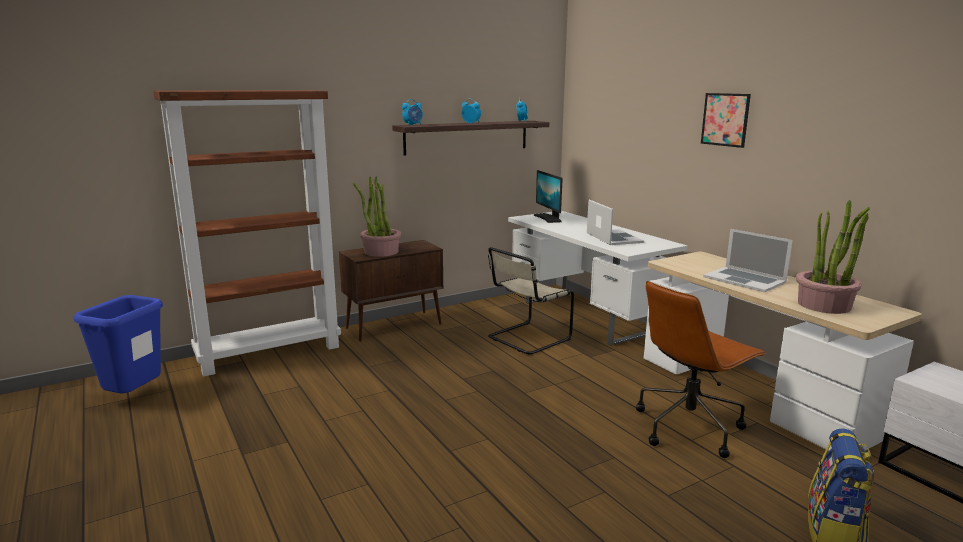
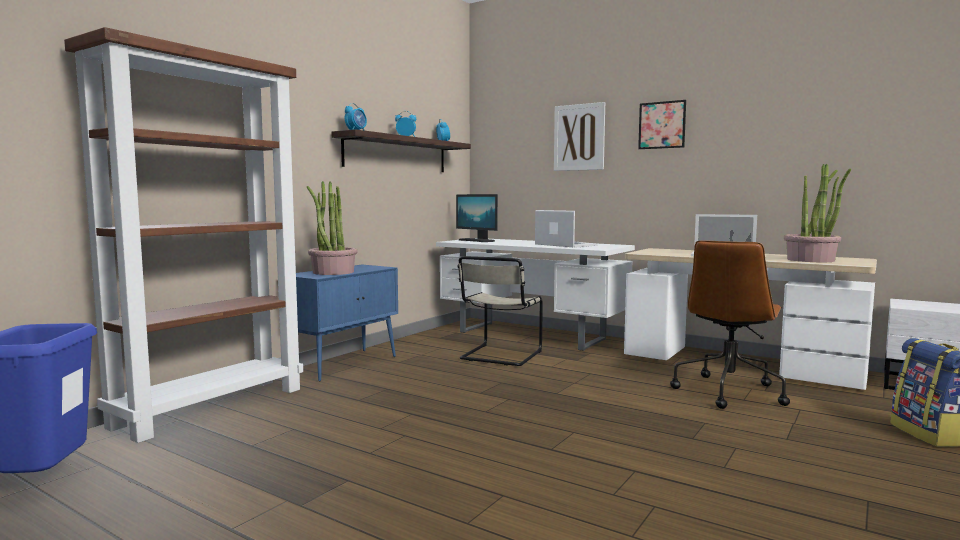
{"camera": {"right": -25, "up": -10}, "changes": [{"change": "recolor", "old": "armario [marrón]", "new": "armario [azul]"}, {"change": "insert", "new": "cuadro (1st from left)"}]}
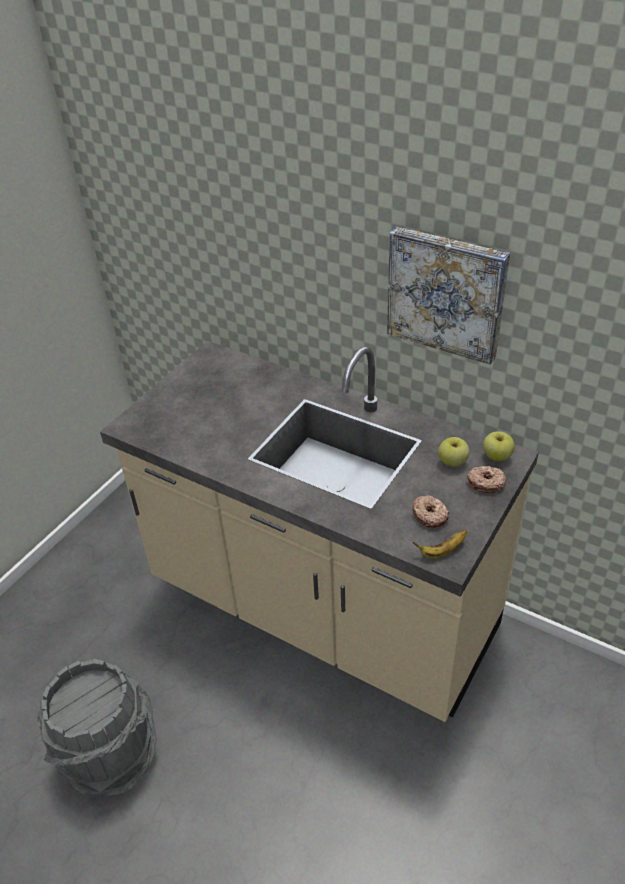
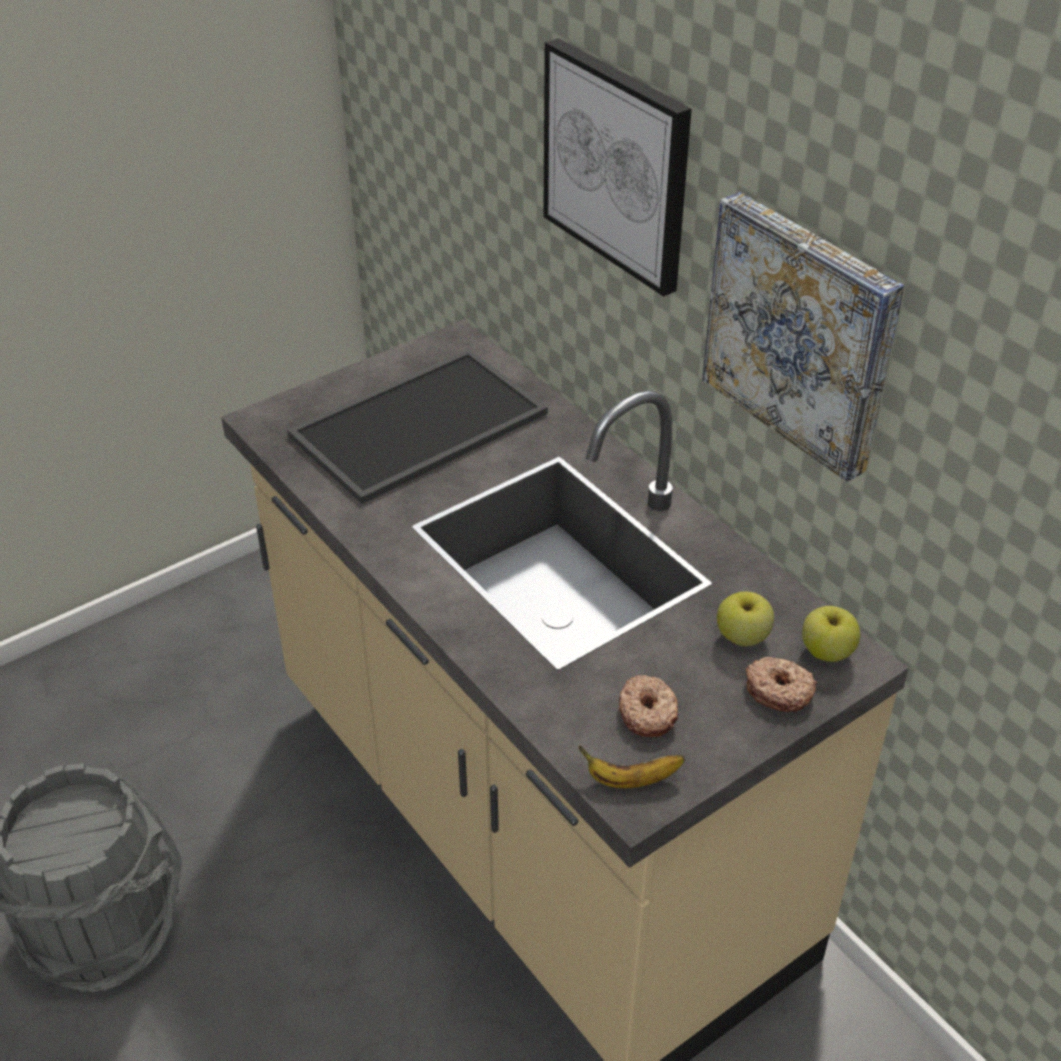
{"camera": {"right": 20, "up": 0}, "changes": [{"change": "insert", "new": "bandeja"}, {"change": "insert", "new": "cuadro (1st from left)"}]}
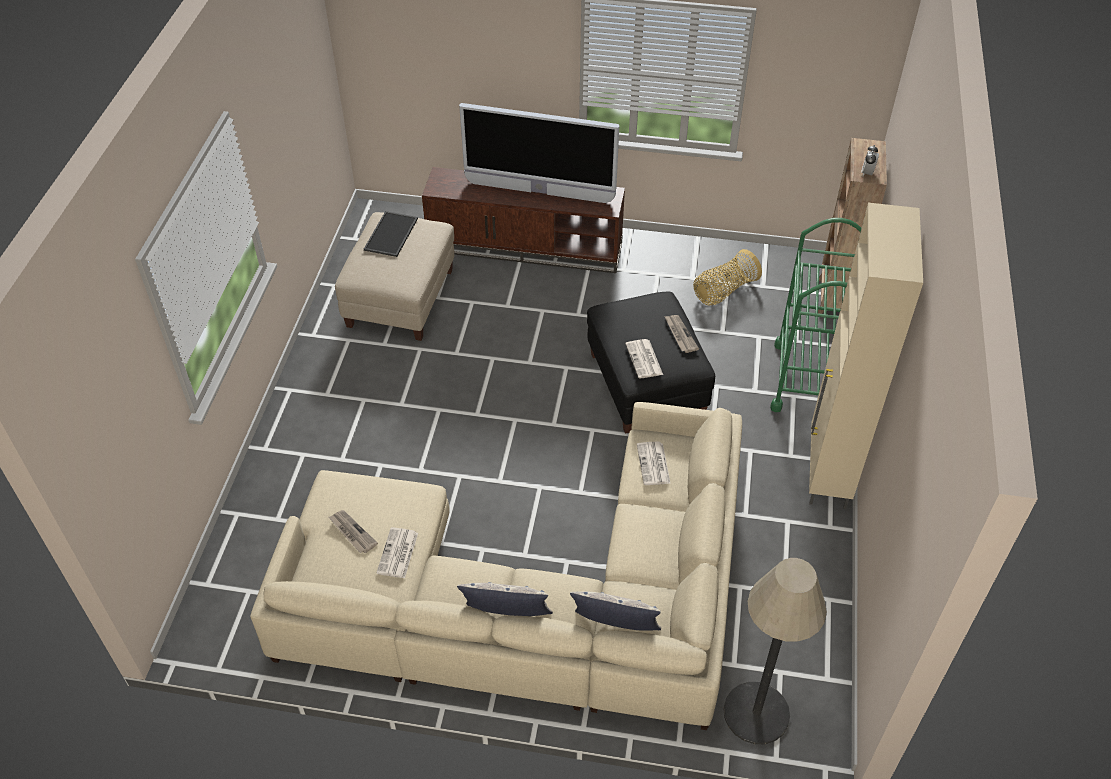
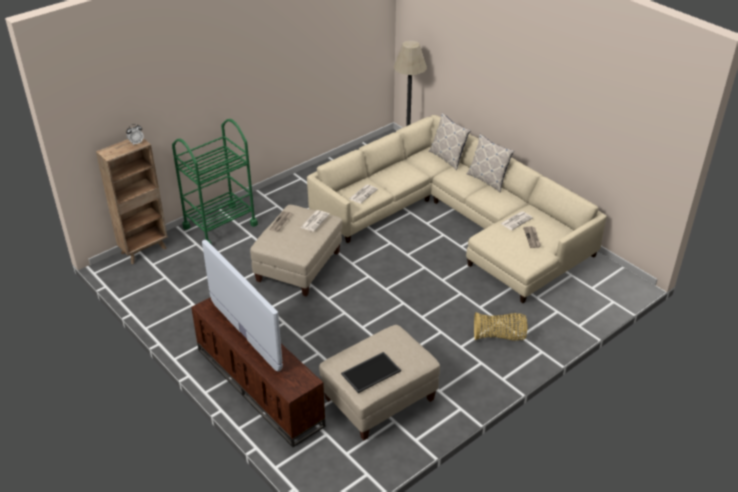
{"camera": {"right": -140, "up": -10}, "changes": [{"change": "recolor", "old": "puf [negro]", "new": "puf [beis] (1st from left)"}, {"change": "move", "old": "cesta"}, {"change": "delete", "old": "armario [beis]"}]}
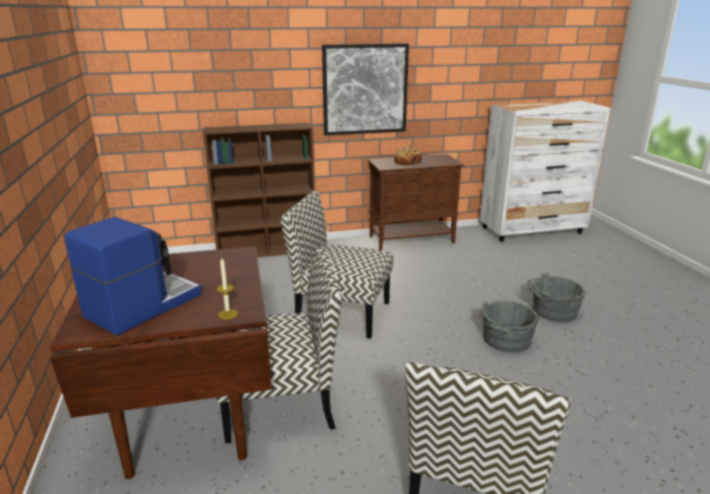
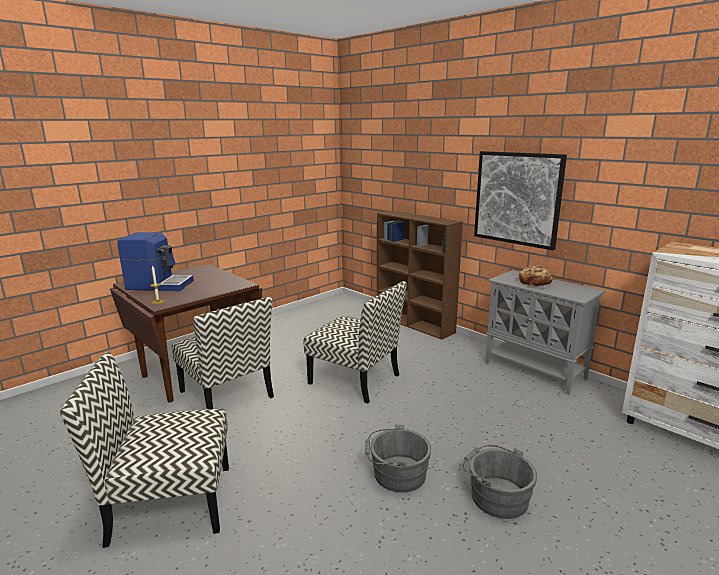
{"camera": {"right": 60, "up": -5}, "changes": [{"change": "rotate", "old": "silla (2nd from left in the first image)", "degrees": 135}, {"change": "recolor", "old": "armario [marrón]", "new": "armario [gris]"}]}
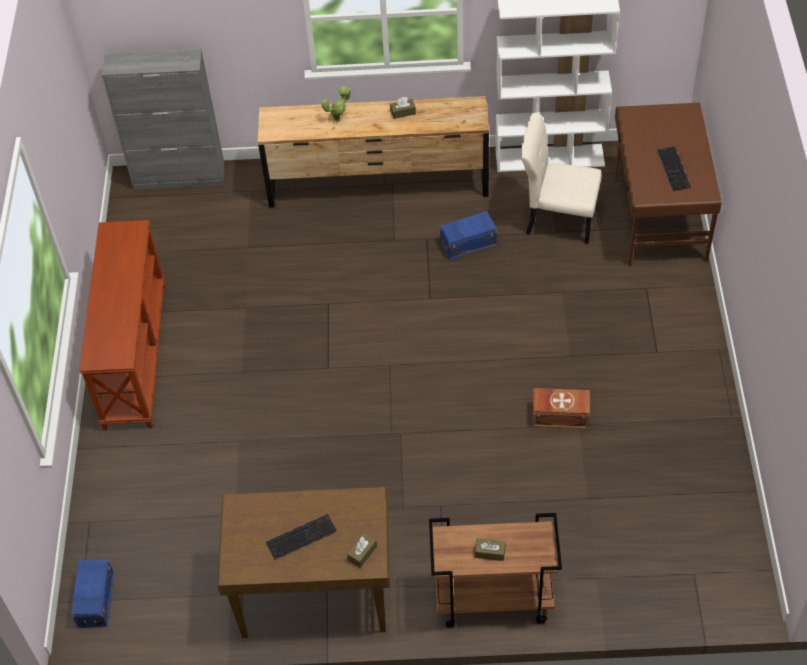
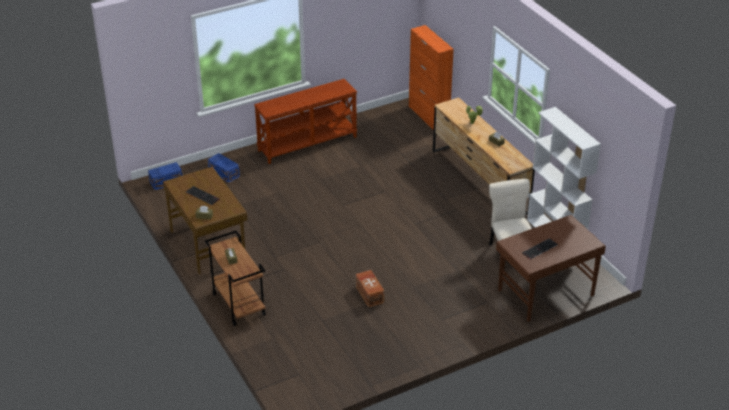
{"camera": {"right": 60, "up": -15}, "changes": [{"change": "recolor", "old": "armario [gris]", "new": "armario [naranja]"}, {"change": "move", "old": "caja de almacenaje [azul] (2nd from left)"}]}
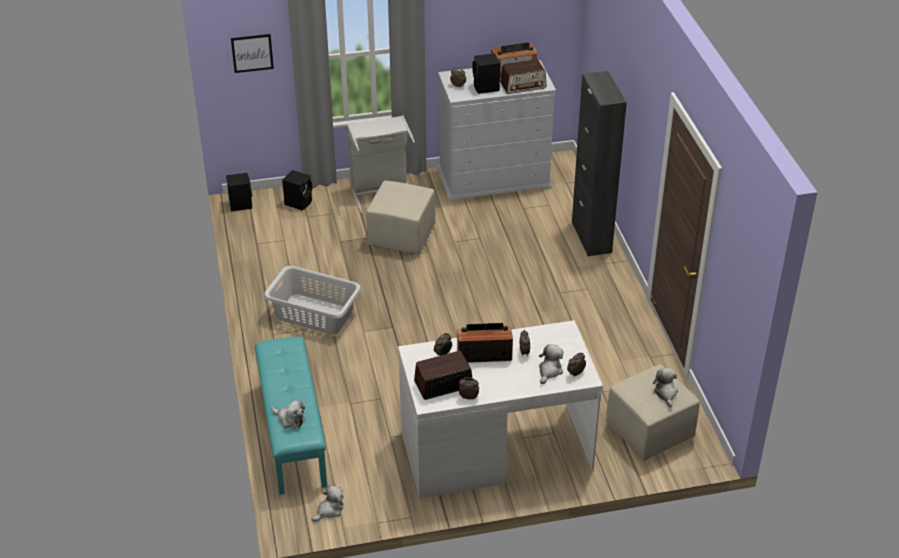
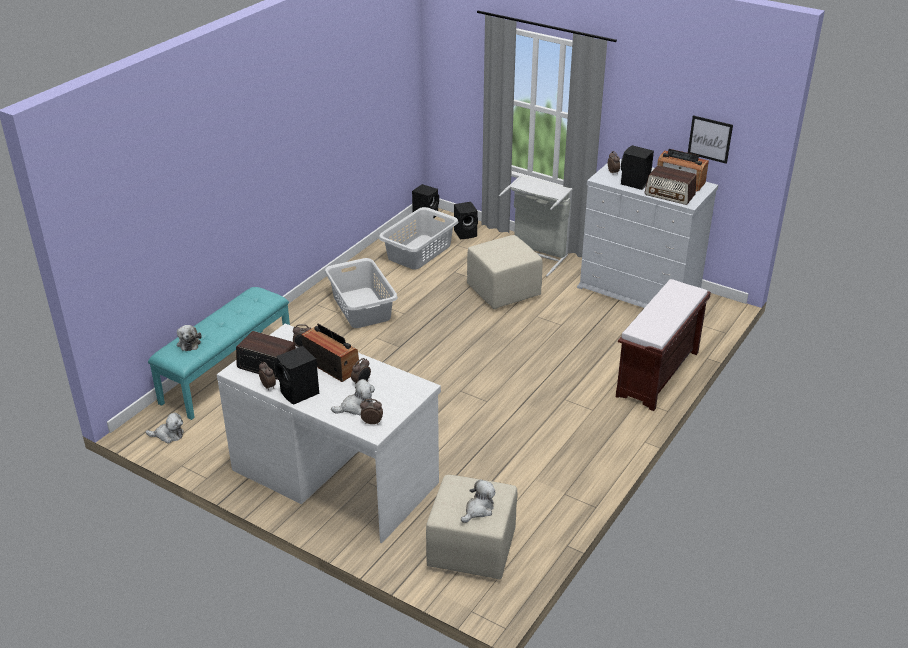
{"camera": {"right": 45, "up": -5}, "changes": [{"change": "move", "old": "cuadro"}, {"change": "replace", "old": "armario [negro]", "new": "banco [marrón]"}, {"change": "insert", "new": "altavoz [negro] (1st from left)"}, {"change": "insert", "new": "cesto de la ropa [gris] (2nd from left)"}]}
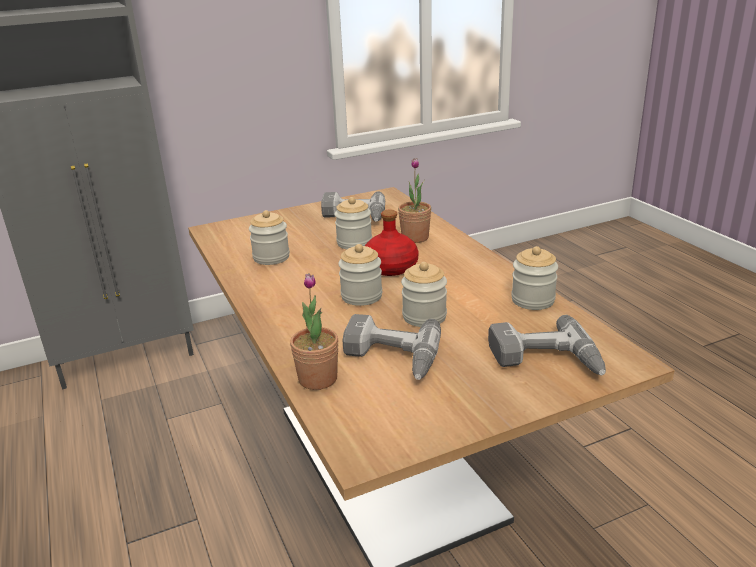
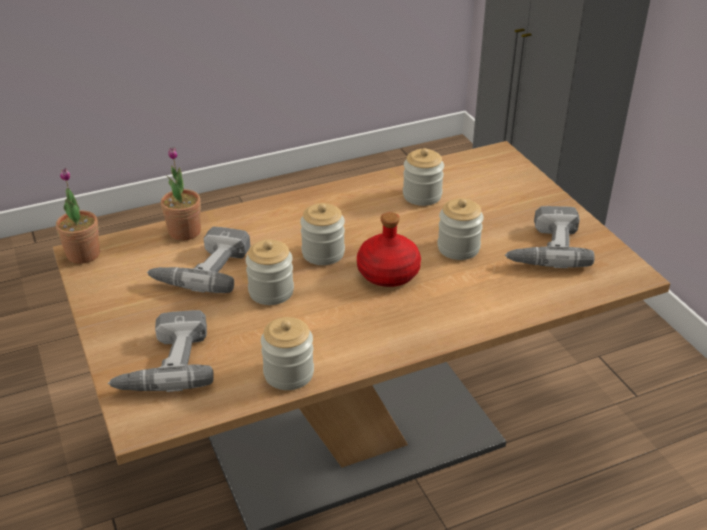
{"camera": {"right": 90, "up": 10}, "changes": [{"change": "move", "old": "planta en maceta (2nd from left in the first image)", "new": "planta en maceta (1st from left)"}]}
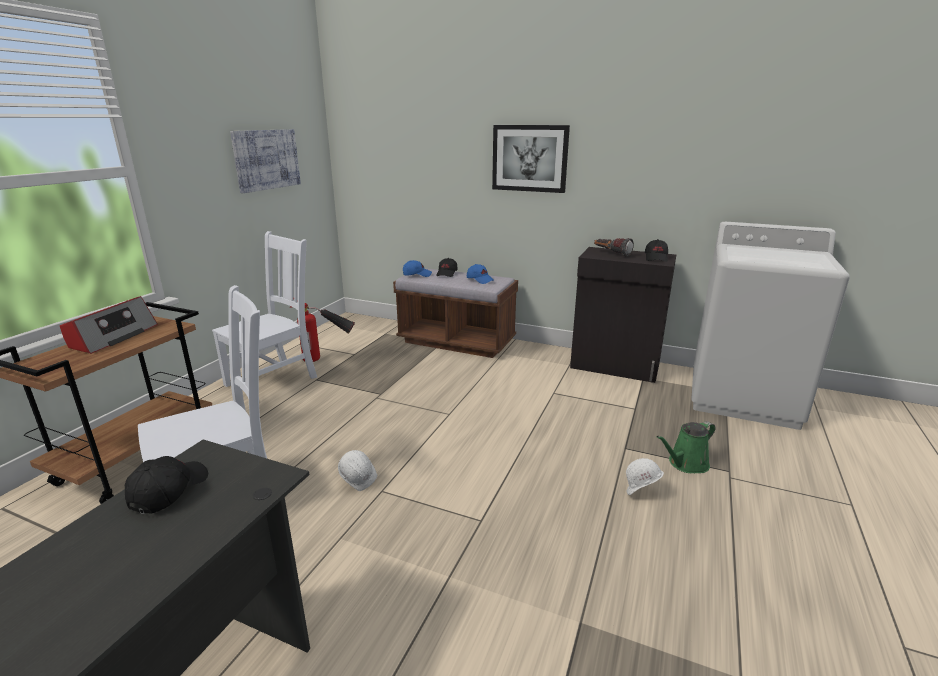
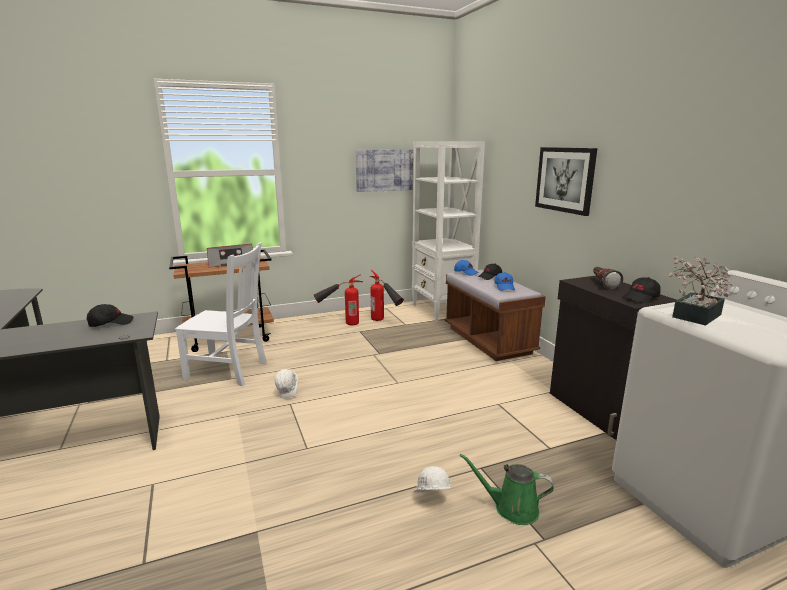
{"camera": {"right": 45, "up": -5}, "changes": [{"change": "replace", "old": "silla [blanco] (2nd from left)", "new": "extintor (1st from left)"}, {"change": "insert", "new": "estantería [blanco]"}, {"change": "insert", "new": "planta en maceta"}]}
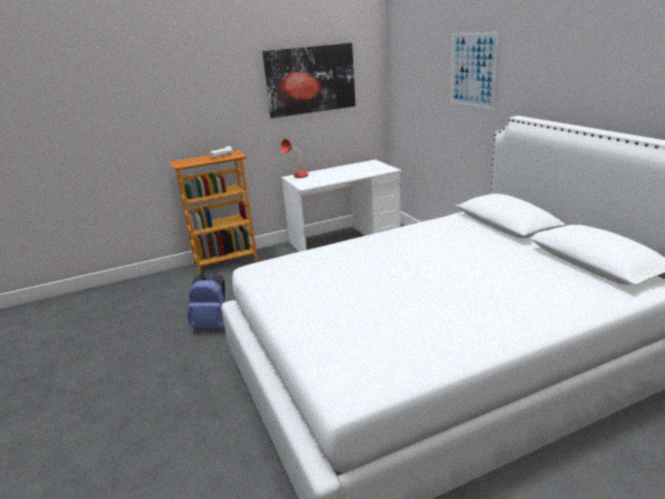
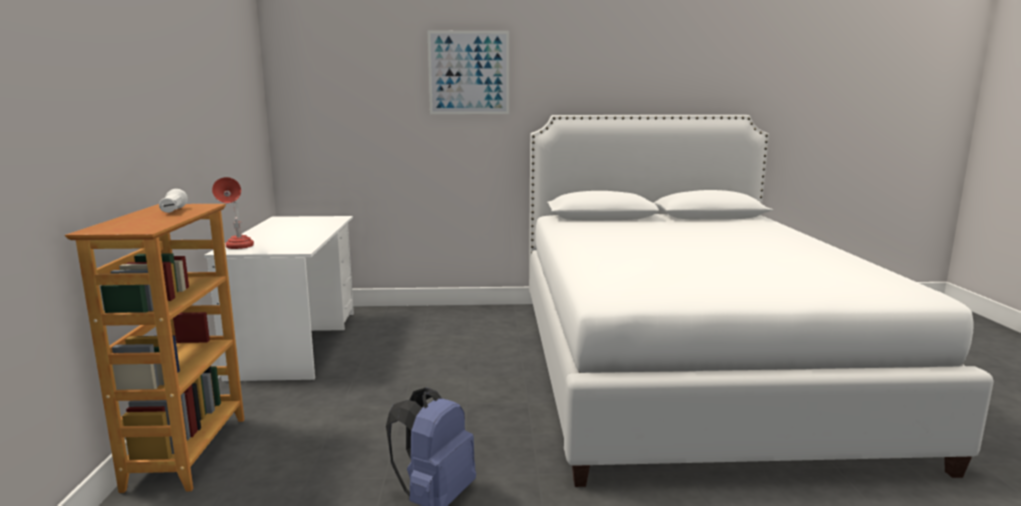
{"camera": {"right": -70, "up": -10}, "changes": [{"change": "delete", "old": "cuadro (1st from left)"}]}
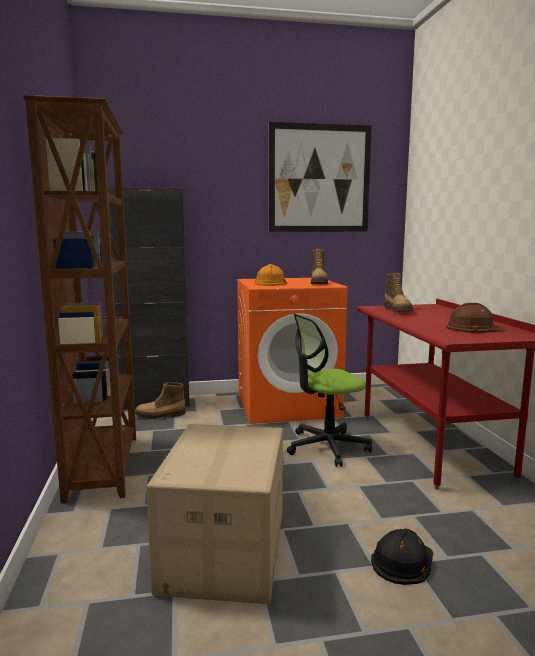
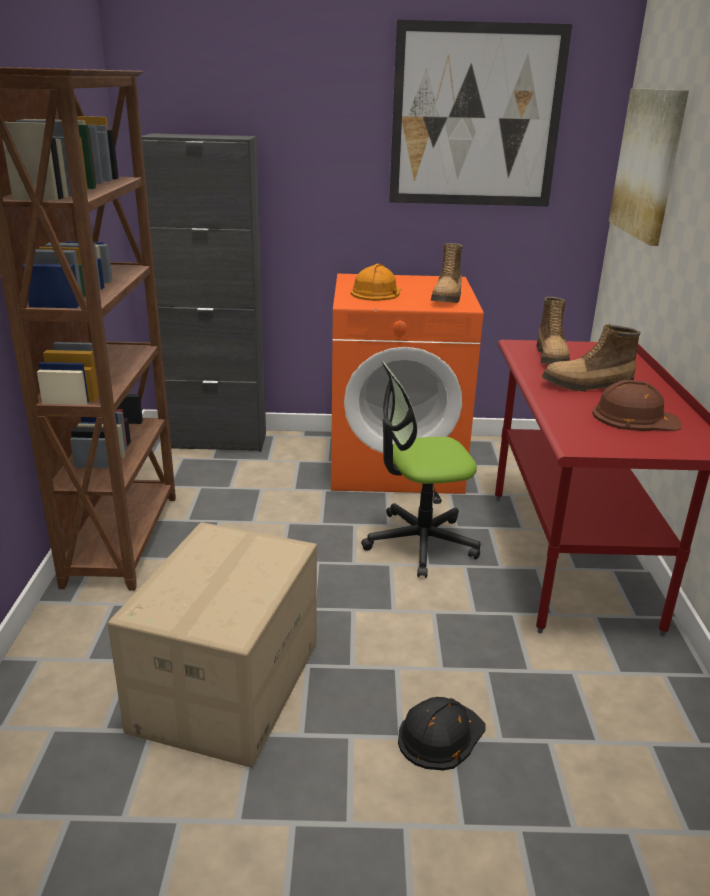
{"camera": {"right": 10, "up": 15}, "changes": [{"change": "move", "old": "bota (1st from left in the first image)", "new": "bota (3rd from left)"}, {"change": "insert", "new": "cuadro (2nd from left)"}]}
